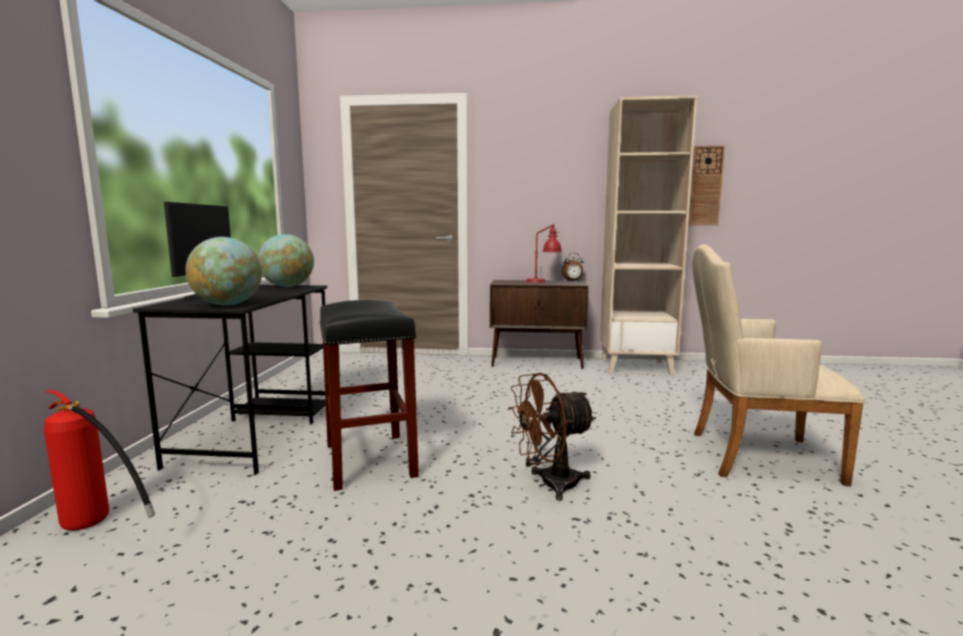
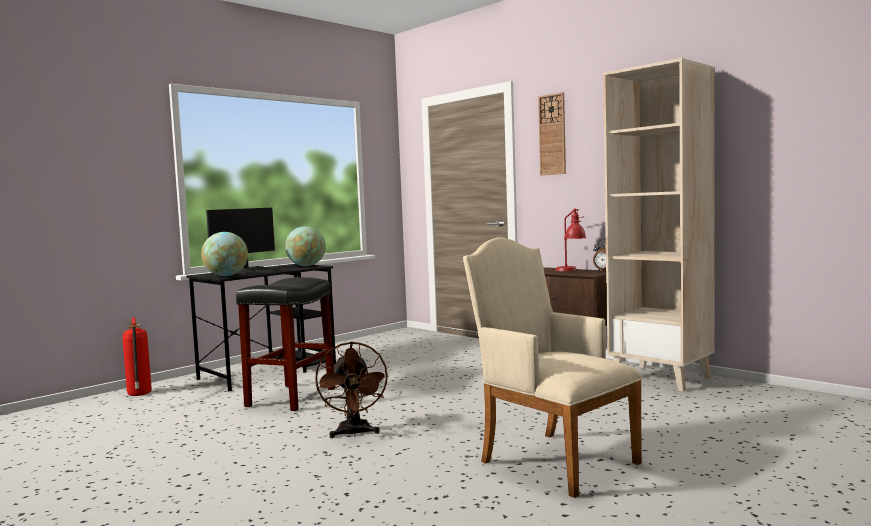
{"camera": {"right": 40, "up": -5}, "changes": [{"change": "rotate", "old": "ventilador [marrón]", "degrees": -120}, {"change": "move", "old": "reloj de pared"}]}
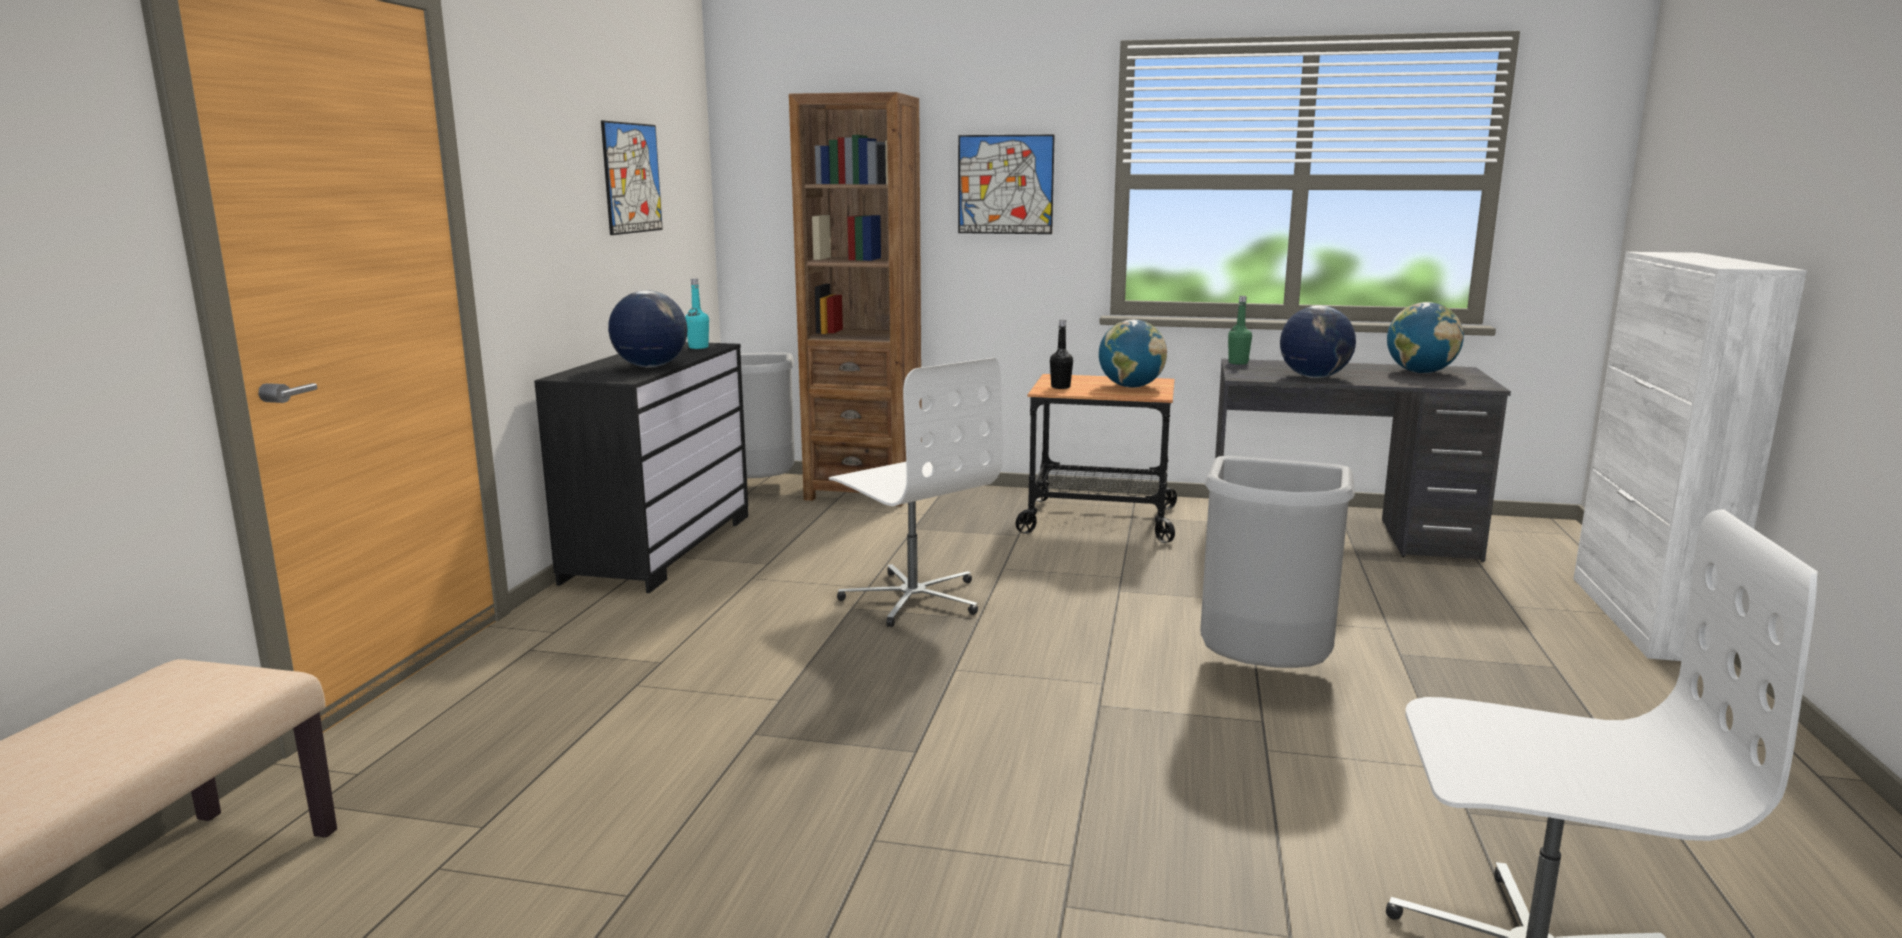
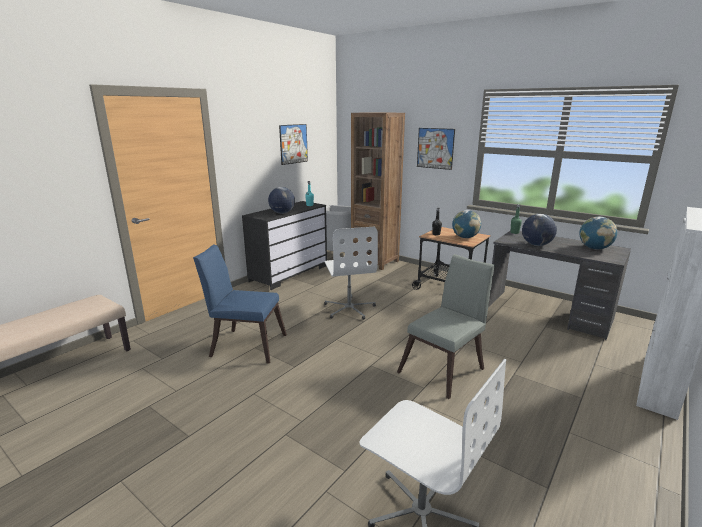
{"camera": {"right": 25, "up": 5}, "changes": [{"change": "replace", "old": "papelera [gris] (2nd from left)", "new": "silla [gris]"}, {"change": "insert", "new": "silla [azul]"}]}
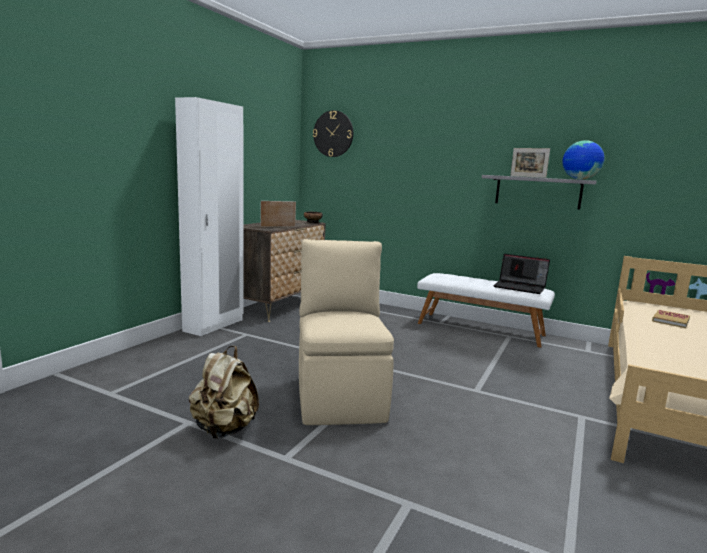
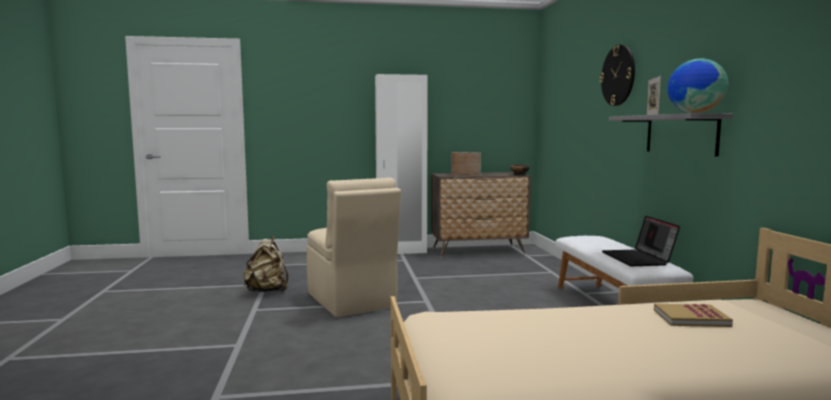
{"camera": {"right": 55, "up": -5}, "changes": [{"change": "rotate", "old": "silla [beis]", "degrees": 105}, {"change": "move", "old": "reloj de pared"}]}
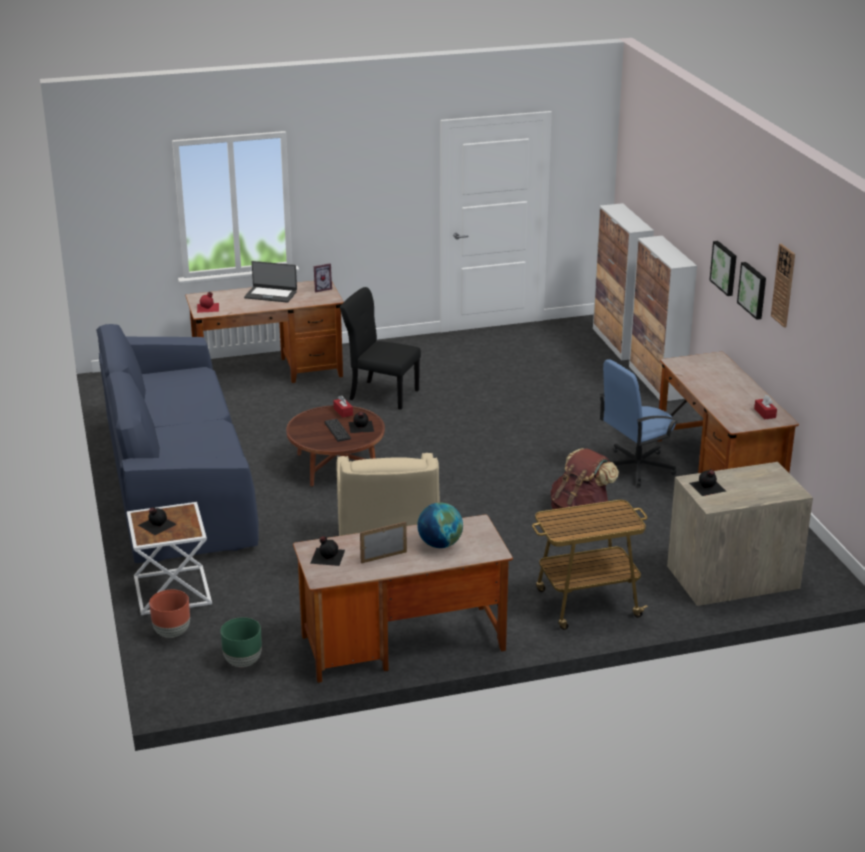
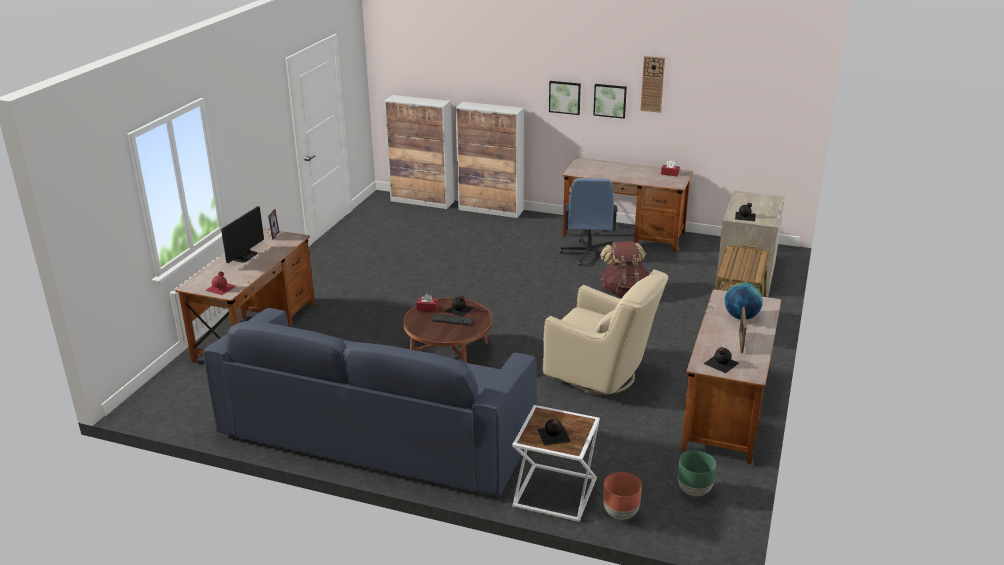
{"camera": {"right": -55, "up": 0}, "changes": [{"change": "replace", "old": "portátil", "new": "monitor"}, {"change": "delete", "old": "silla [negro]"}]}
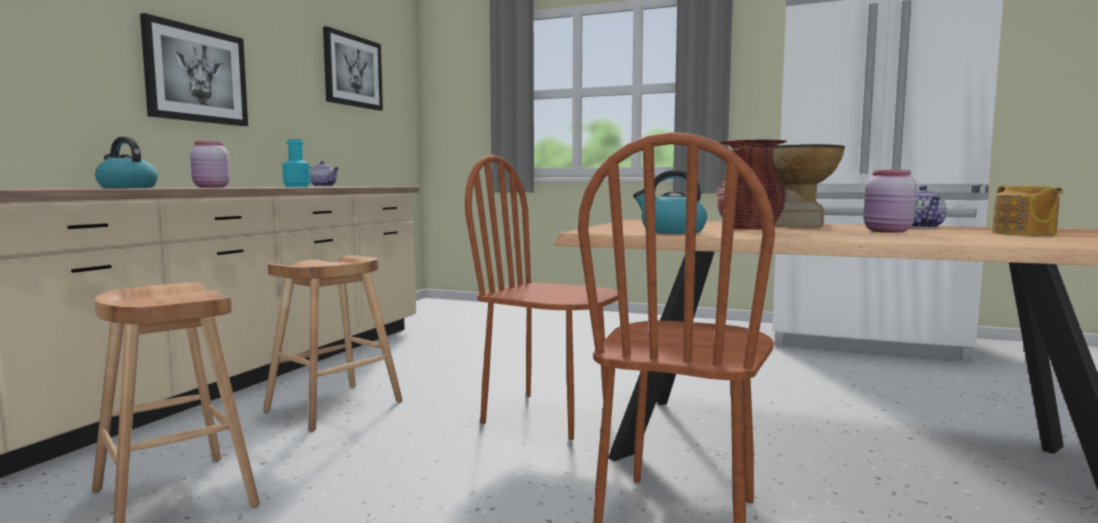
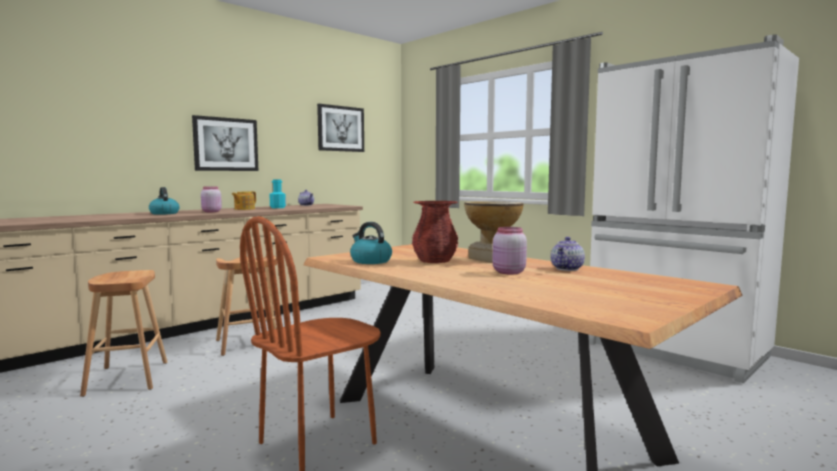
{"camera": {"right": 25, "up": 0}, "changes": [{"change": "delete", "old": "silla [marrón] (1st from left)"}, {"change": "move", "old": "tetera (3rd from left in the first image)", "new": "tetera (1st from left)"}]}
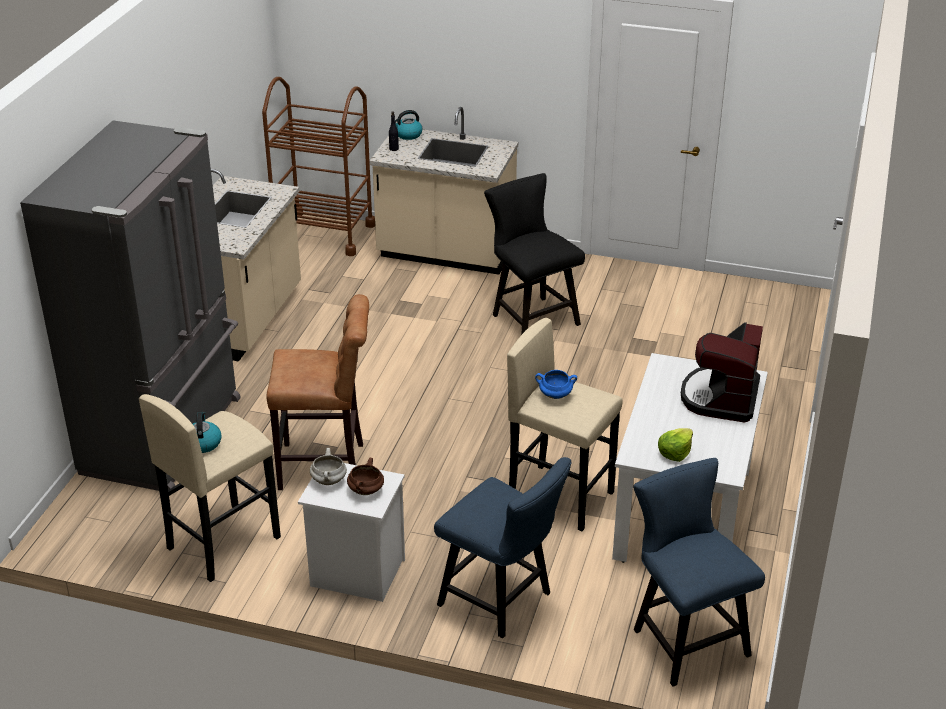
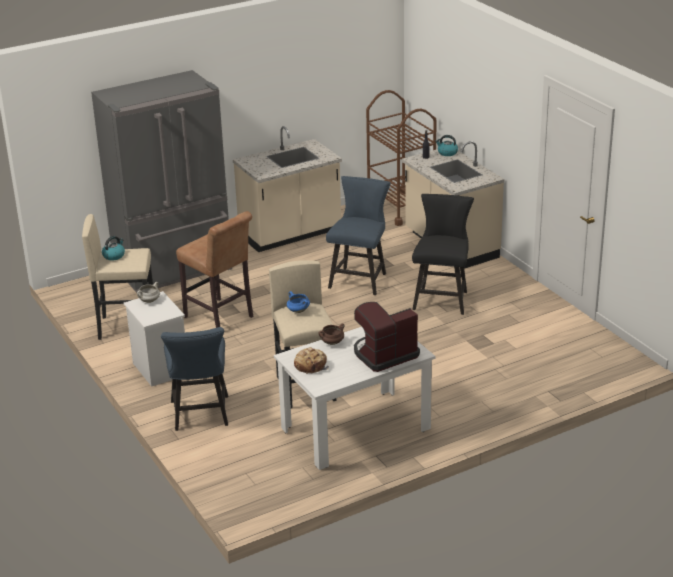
{"camera": {"right": 45, "up": -5}, "changes": [{"change": "move", "old": "olla [marrón]"}, {"change": "move", "old": "silla [azul] (2nd from left)"}, {"change": "replace", "old": "lechuga", "new": "pan"}]}
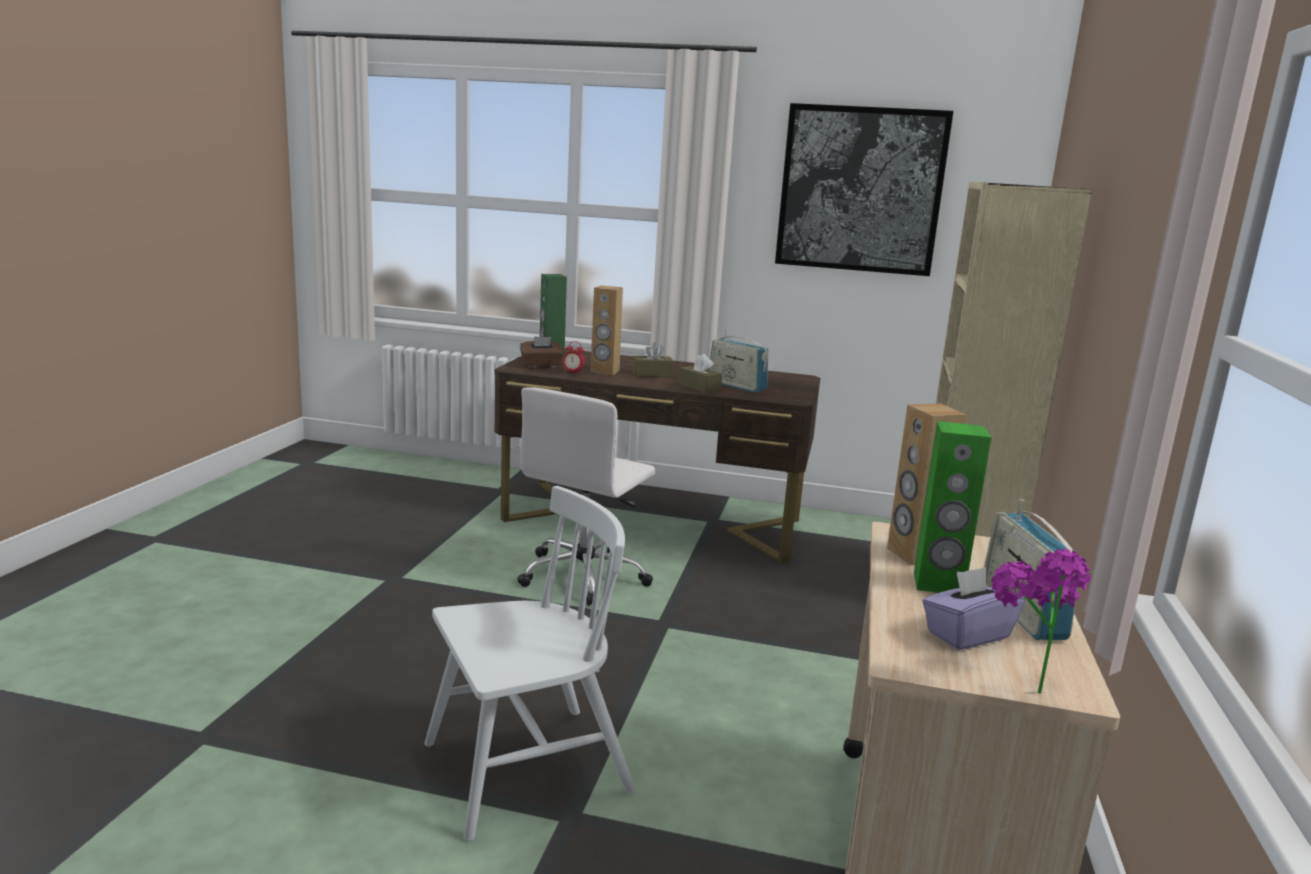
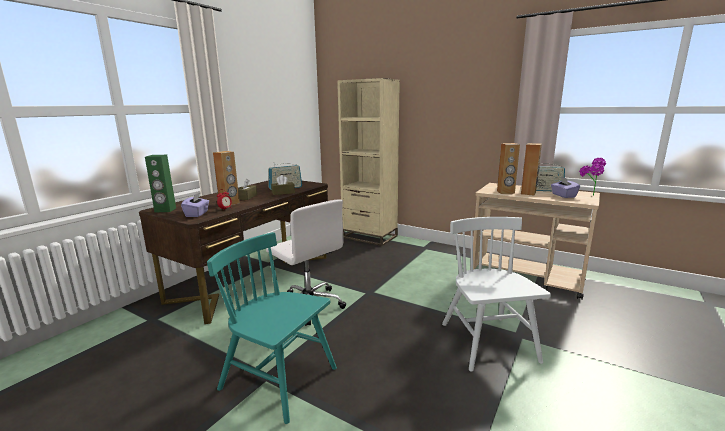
{"camera": {"right": -70, "up": 0}, "changes": [{"change": "recolor", "old": "caja de pañuelos [marrón] (1st from left)", "new": "caja de pañuelos [morado] (1st from left)"}, {"change": "delete", "old": "cuadro"}, {"change": "recolor", "old": "altavoz [verde] (2nd from left)", "new": "altavoz [marrón] (3rd from left)"}, {"change": "insert", "new": "silla [turquesa]"}]}
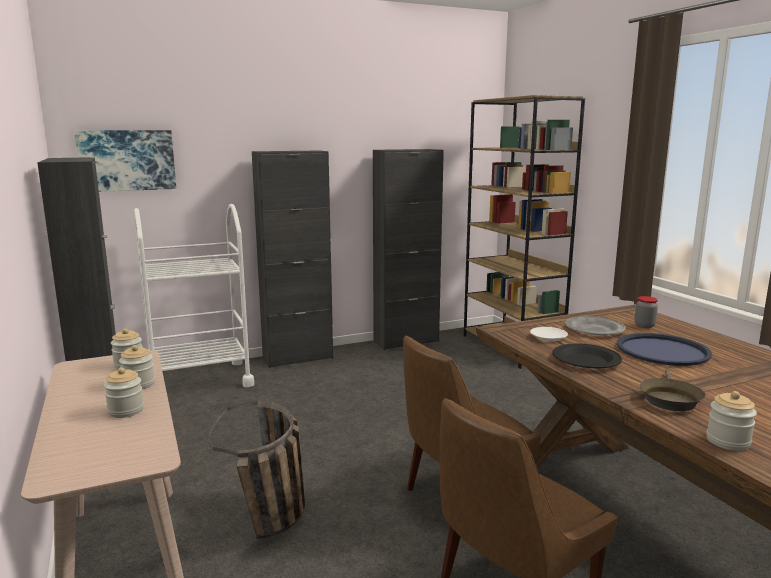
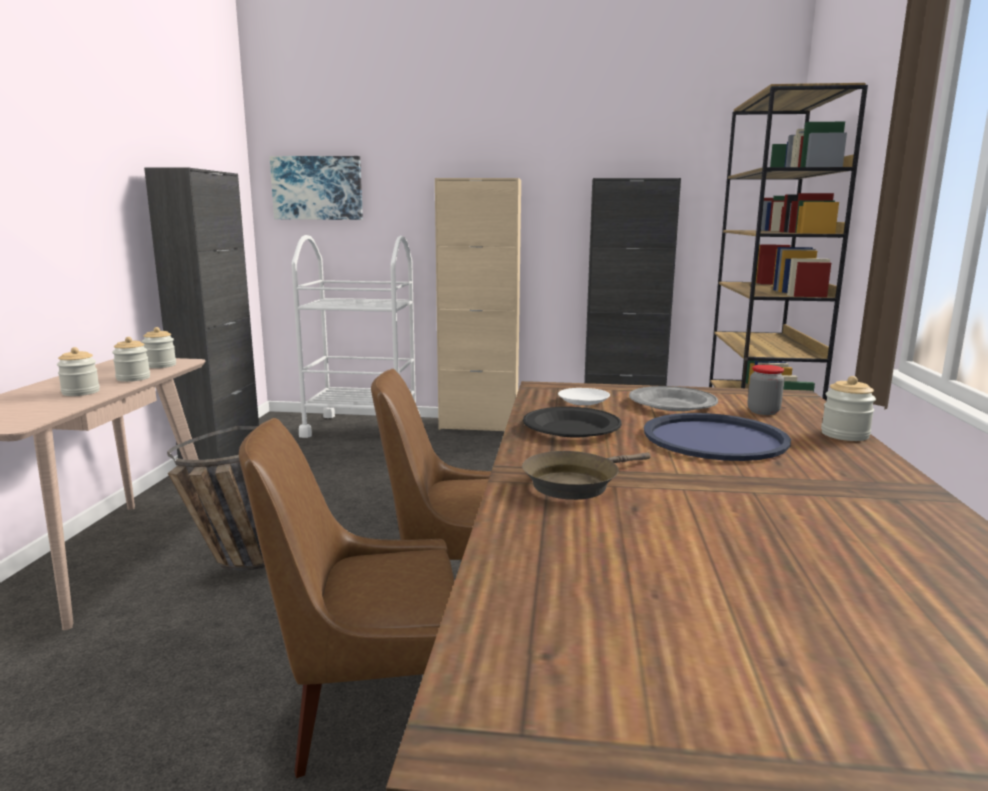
{"camera": {"right": 30, "up": 0}, "changes": [{"change": "recolor", "old": "armario [negro] (2nd from left)", "new": "armario [beis]"}, {"change": "move", "old": "tarro (5th from left)"}]}
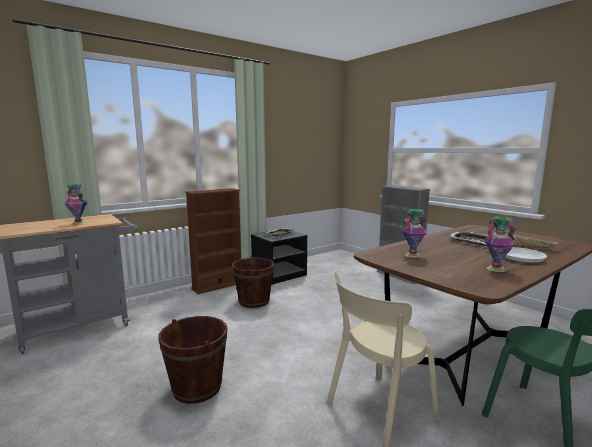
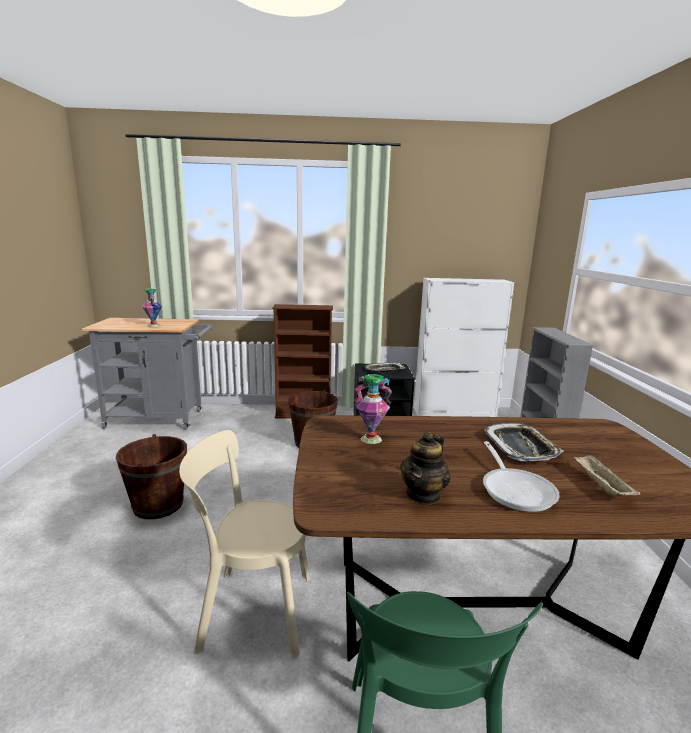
{"camera": {"right": 35, "up": 5}, "changes": [{"change": "replace", "old": "florero (3rd from left)", "new": "tetera"}, {"change": "insert", "new": "armario [blanco]"}]}
